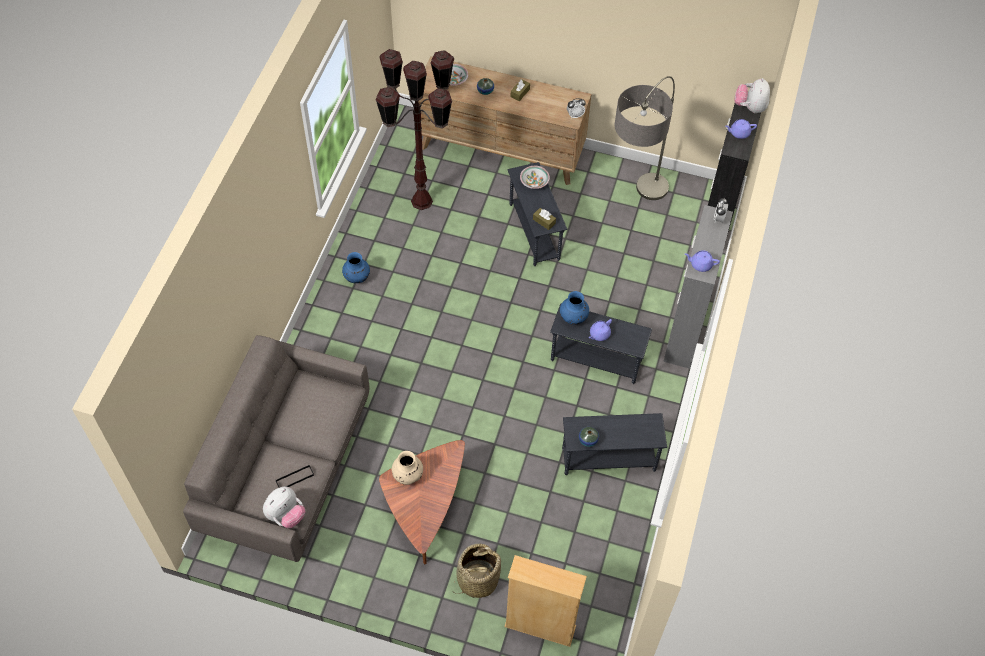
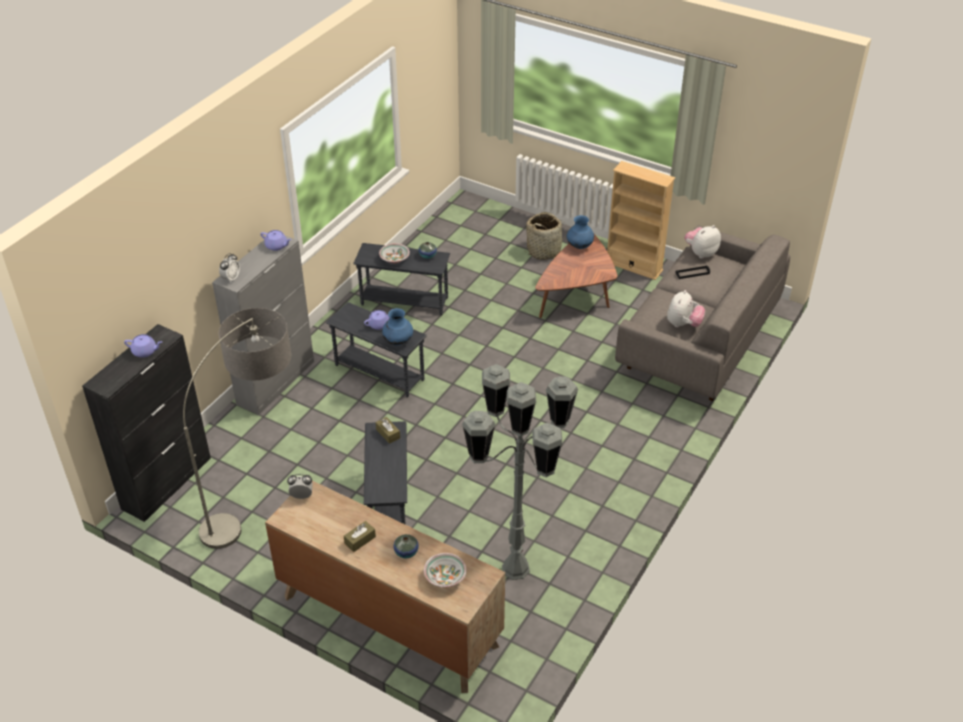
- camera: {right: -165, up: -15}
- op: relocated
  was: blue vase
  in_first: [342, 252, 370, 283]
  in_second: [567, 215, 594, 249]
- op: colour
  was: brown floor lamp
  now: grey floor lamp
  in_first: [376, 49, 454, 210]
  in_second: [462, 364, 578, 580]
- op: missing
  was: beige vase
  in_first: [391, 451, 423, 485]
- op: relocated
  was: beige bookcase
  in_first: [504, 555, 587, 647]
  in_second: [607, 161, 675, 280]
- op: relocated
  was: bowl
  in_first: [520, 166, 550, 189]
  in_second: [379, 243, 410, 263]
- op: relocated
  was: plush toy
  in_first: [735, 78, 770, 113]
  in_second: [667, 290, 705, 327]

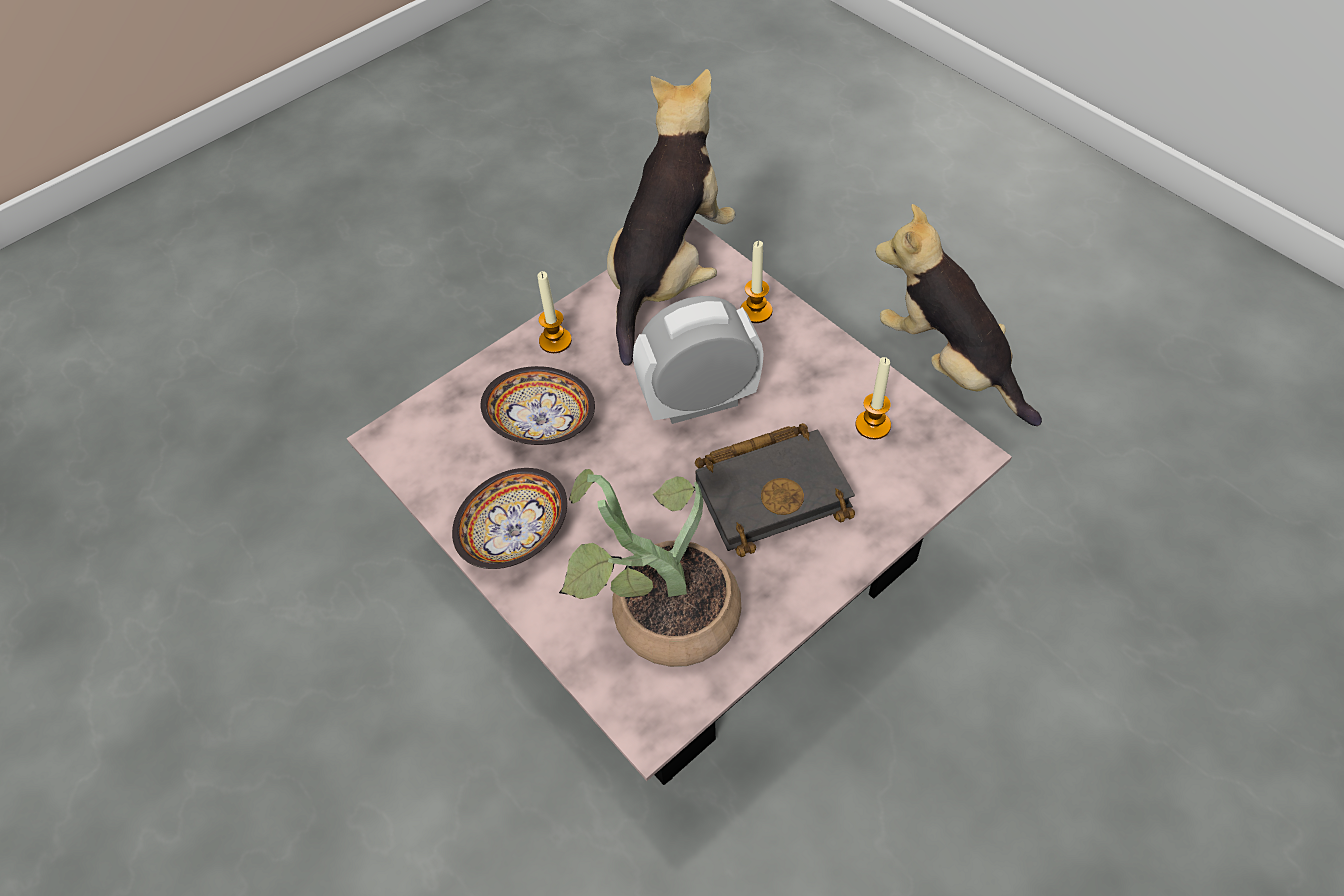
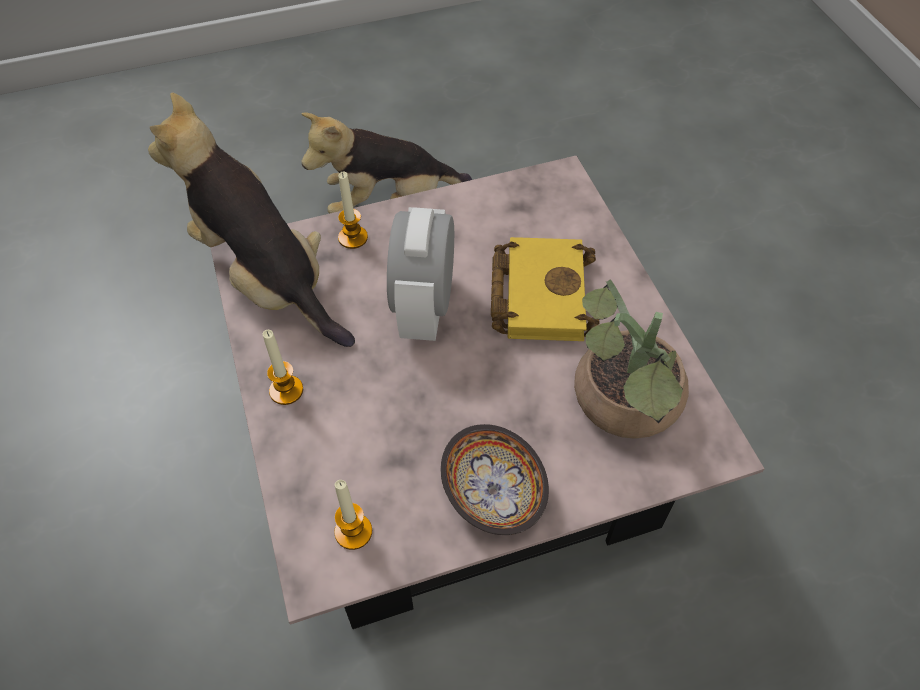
- camera: {right: -70, up: 0}
- op: missing
  was: bowl
  in_first: [481, 366, 595, 445]
- op: colour
  was: black book
  now: yellow book
  in_first: [695, 423, 855, 557]
  in_second: [491, 237, 600, 341]
- op: relocated
  was: candle
  in_first: [855, 357, 891, 440]
  in_second: [334, 480, 372, 550]

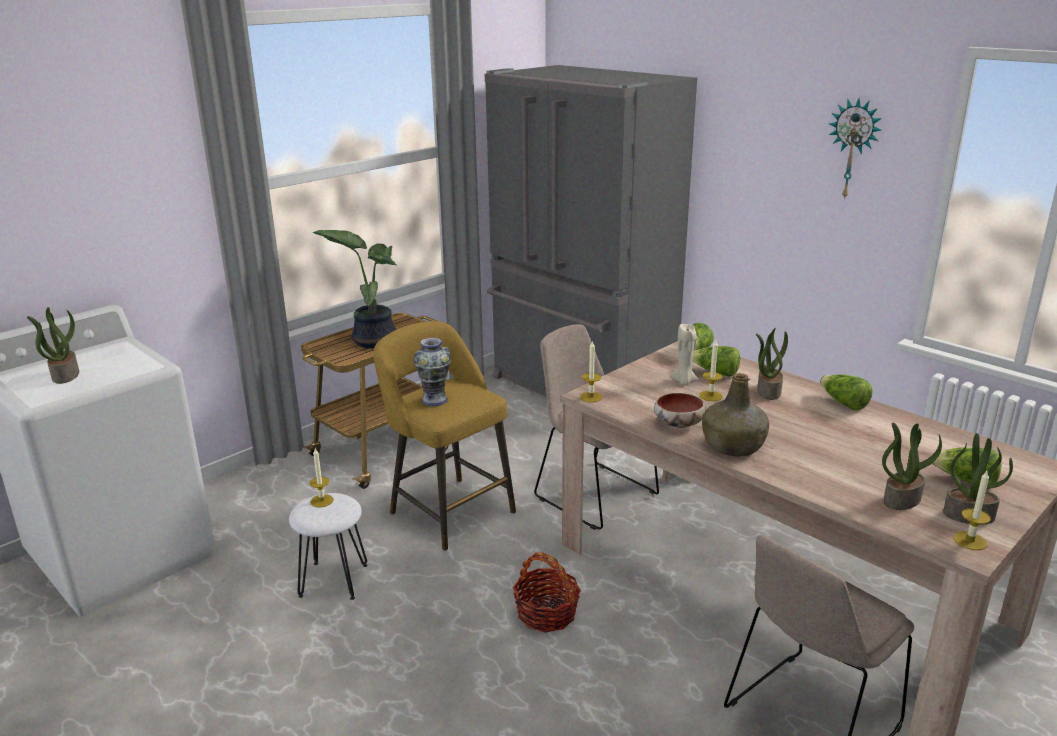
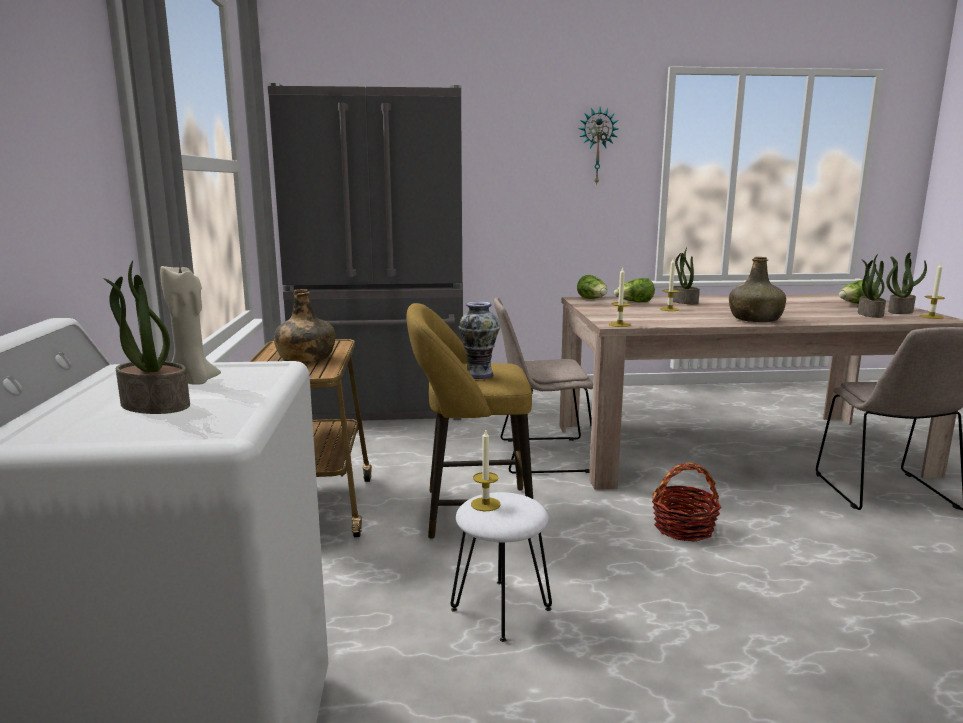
- camera: {right: -50, up: -10}
- op: exchanged
  was: potted plant
  now: green bottle
  in_first: [312, 230, 396, 348]
  in_second: [274, 289, 335, 363]
- op: missing
  was: bowl
  in_first: [654, 393, 706, 428]
- op: relocated
  was: beige candle
  in_first: [670, 324, 699, 385]
  in_second: [160, 262, 221, 385]
- op: missing
  was: lettuce
  in_first: [820, 374, 873, 410]

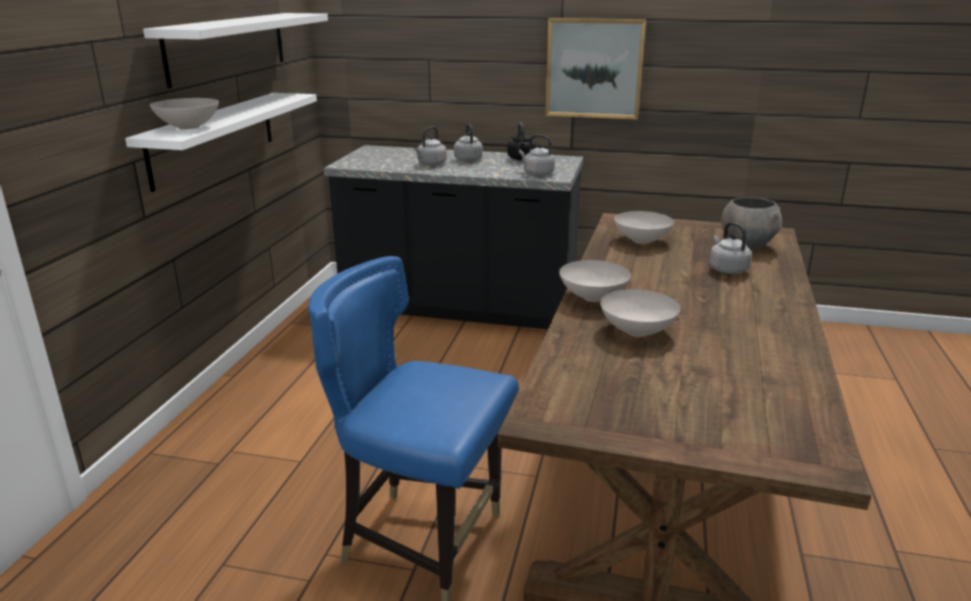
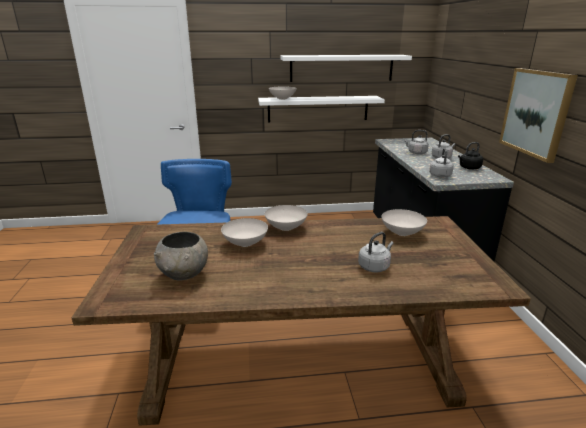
- camera: {right: 70, up: 0}
- op: relocated
  was: grey bowl
  in_first: [721, 197, 783, 250]
  in_second: [154, 232, 208, 281]

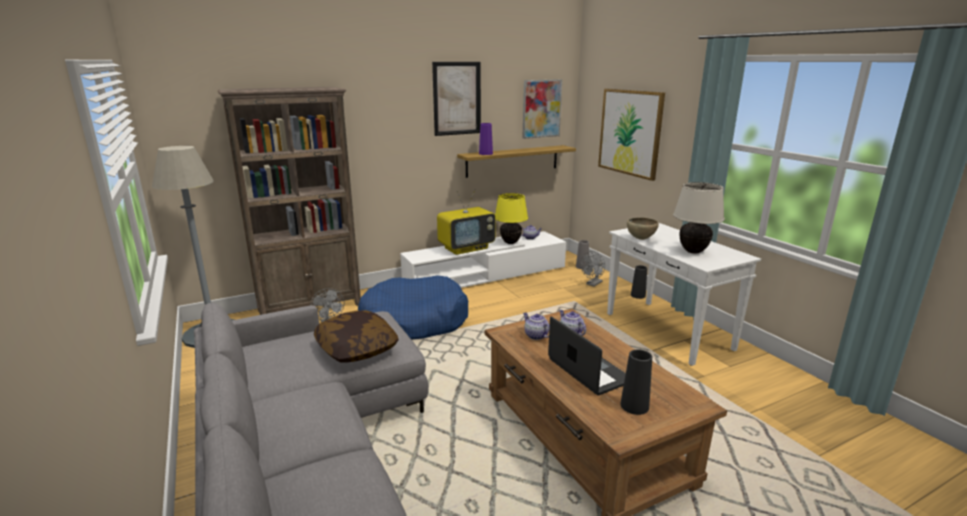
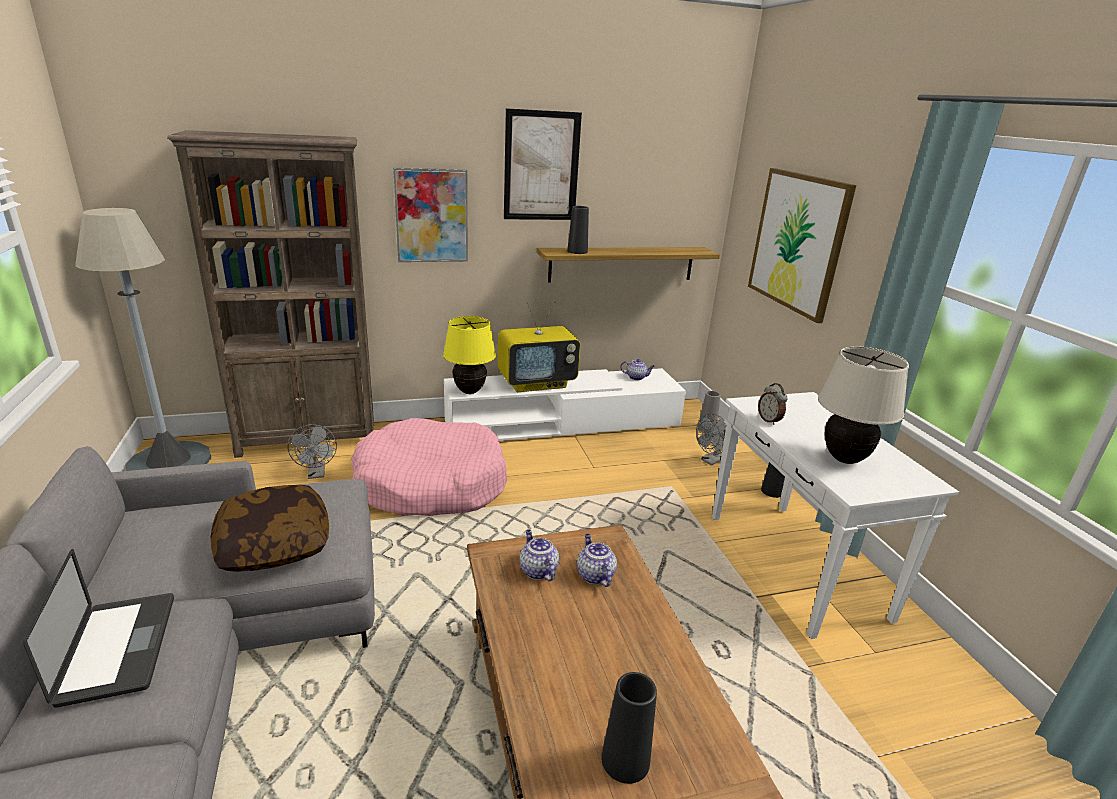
- camera: {right: 10, up: 5}
- op: colour
  was: blue dog bed
  now: pink dog bed
  in_first: [358, 275, 468, 340]
  in_second: [351, 418, 507, 516]
- op: colour
  was: purple vase
  now: black vase
  in_first: [479, 123, 493, 155]
  in_second: [567, 206, 589, 254]
- op: relocated
  was: yellow table lamp
  in_first: [495, 193, 528, 244]
  in_second: [443, 316, 496, 394]
- op: relocated
  was: picture
  in_first: [522, 79, 562, 139]
  in_second: [393, 168, 468, 262]
- op: relocated
  was: laptop
  in_first: [548, 316, 626, 395]
  in_second: [23, 549, 174, 708]
- op: exchanged
  was: brown bowl
  now: alarm clock
  in_first: [627, 217, 659, 240]
  in_second: [758, 383, 788, 425]

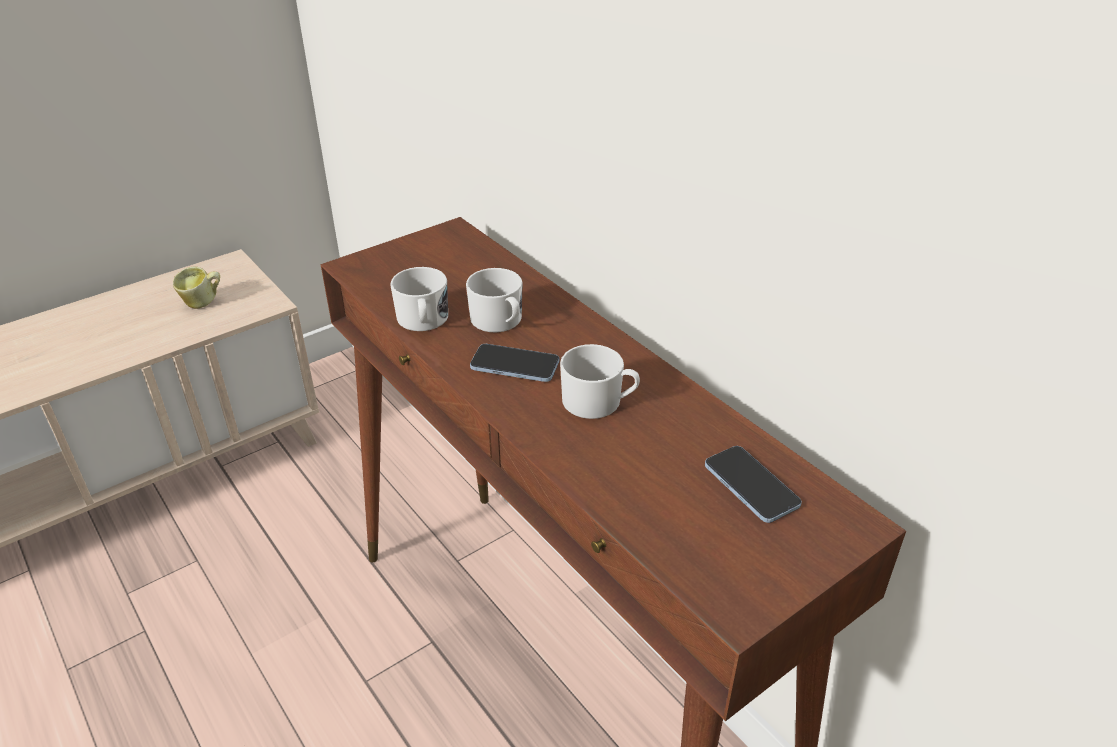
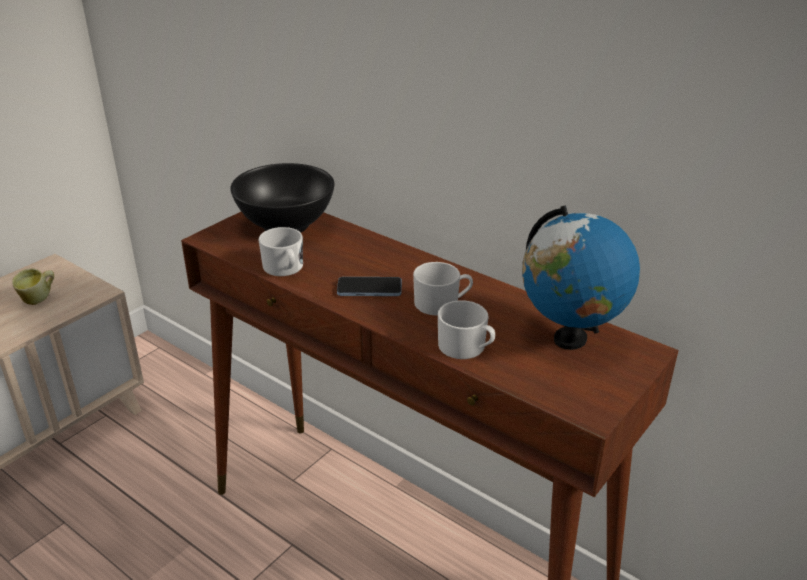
- camera: {right: -15, up: -5}
- op: relocated
  was: white mug
  in_first: [466, 268, 523, 332]
  in_second: [438, 300, 495, 359]
- op: exchanged
  was: phone
  now: globe
  in_first: [705, 446, 802, 523]
  in_second: [522, 206, 640, 350]
- op: appeared
  now: black bowl
  in_second: [230, 163, 334, 233]

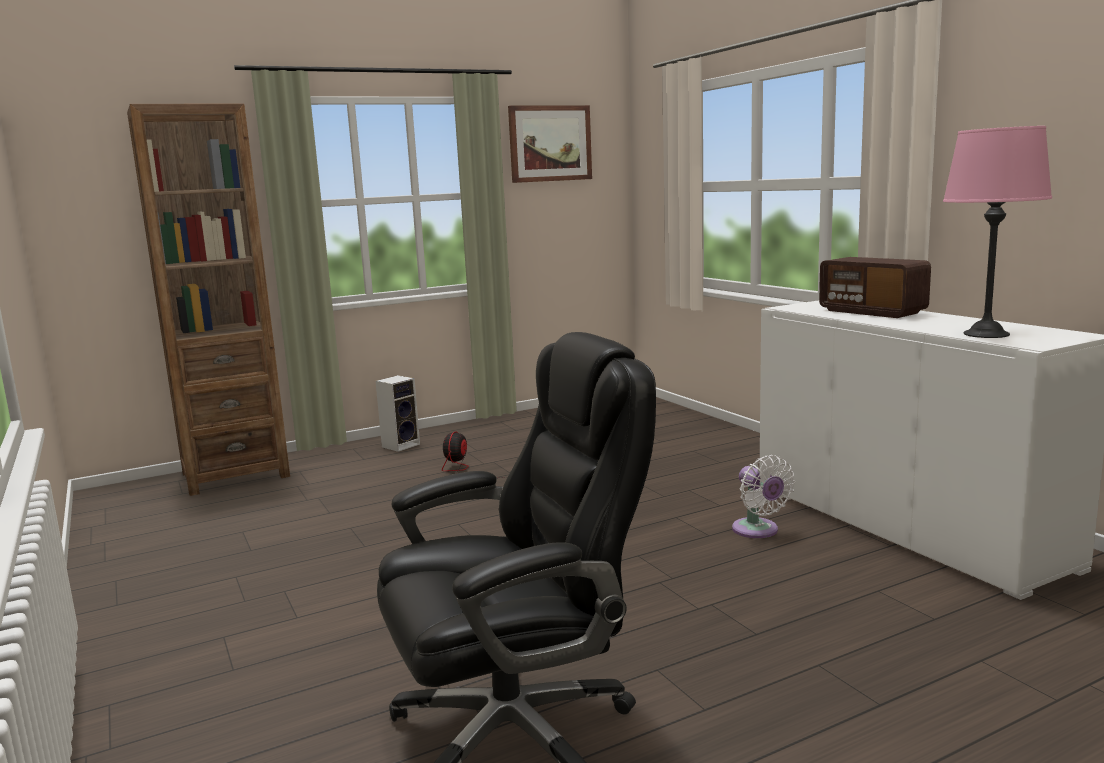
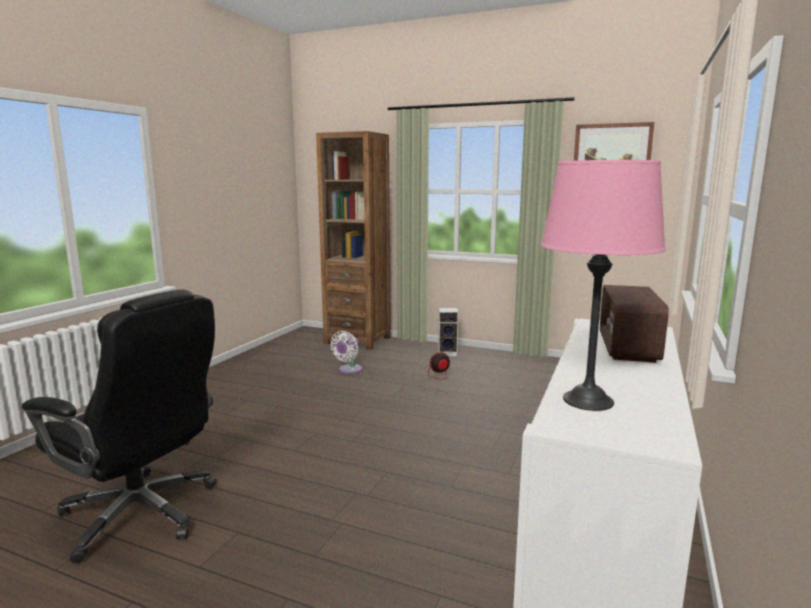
- camera: {right: 50, up: 0}
- op: relocated
  was: white fan
  in_first: [732, 455, 795, 538]
  in_second: [330, 331, 362, 374]

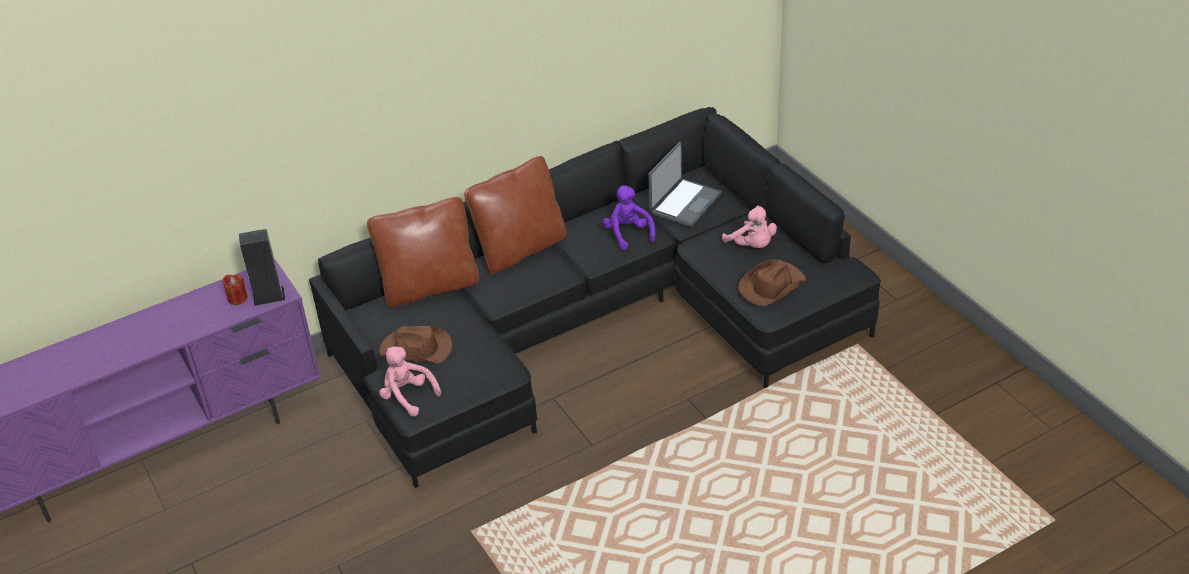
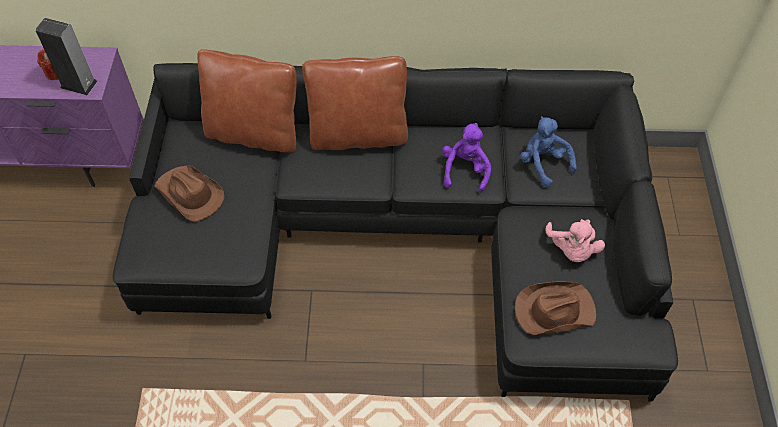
- camera: {right: 30, up: 15}
- op: missing
  was: pink plush toy
  in_first: [379, 346, 441, 416]
- op: exchanged
  was: laptop
  now: blue plush toy
  in_first: [649, 142, 721, 227]
  in_second: [520, 116, 577, 187]

